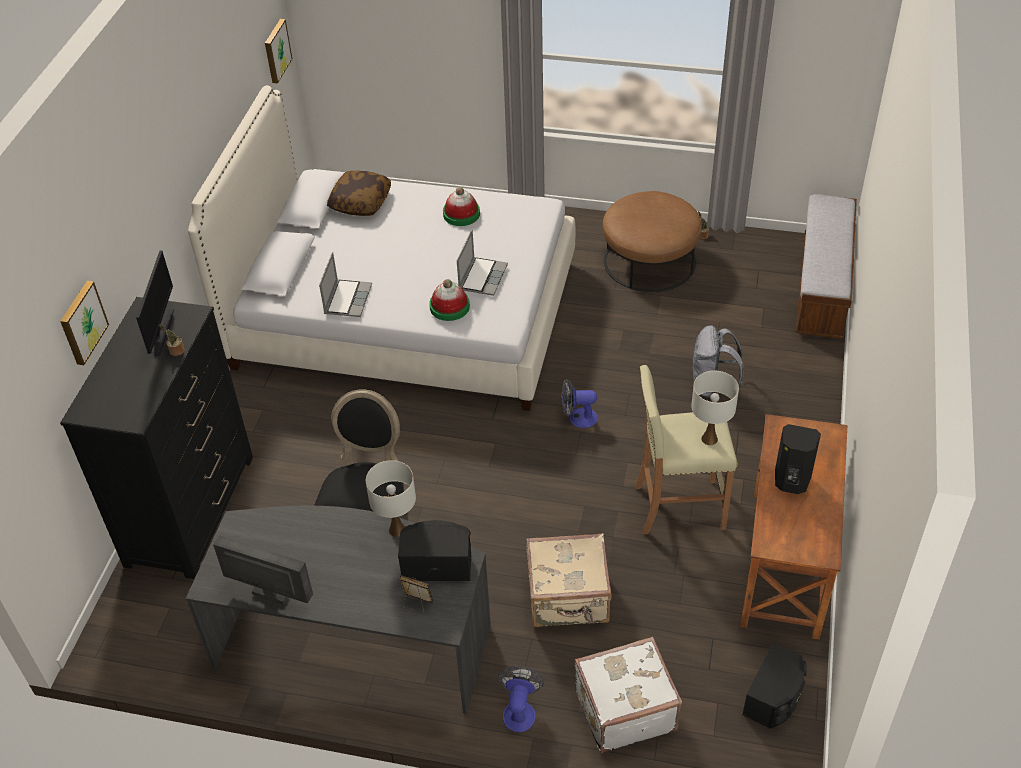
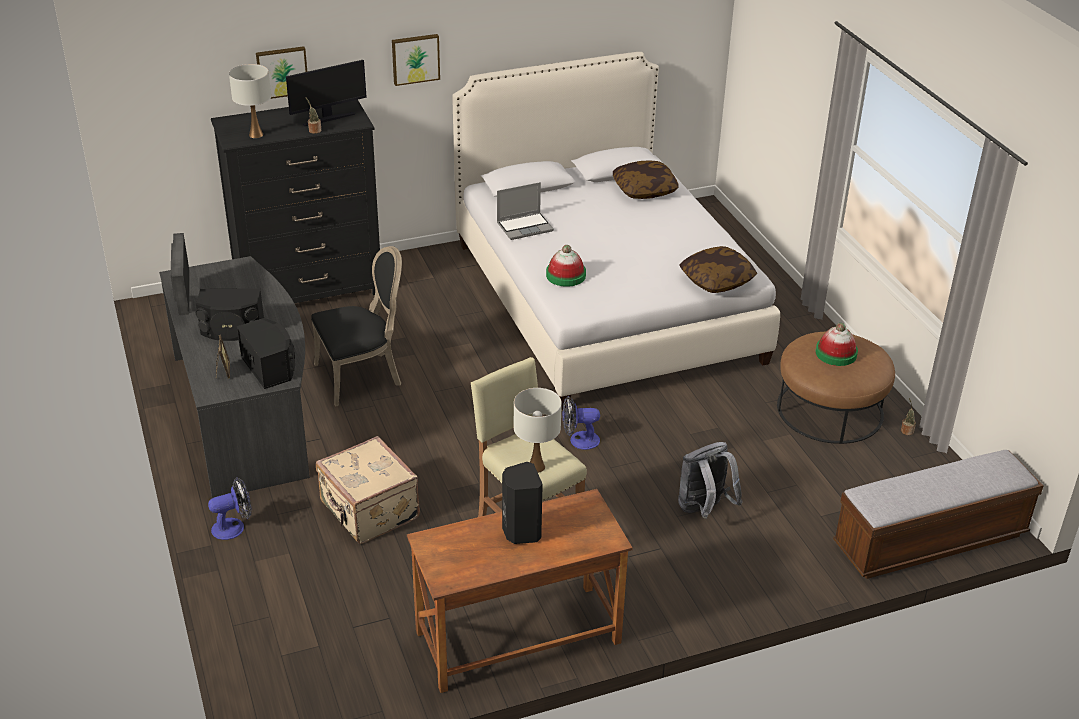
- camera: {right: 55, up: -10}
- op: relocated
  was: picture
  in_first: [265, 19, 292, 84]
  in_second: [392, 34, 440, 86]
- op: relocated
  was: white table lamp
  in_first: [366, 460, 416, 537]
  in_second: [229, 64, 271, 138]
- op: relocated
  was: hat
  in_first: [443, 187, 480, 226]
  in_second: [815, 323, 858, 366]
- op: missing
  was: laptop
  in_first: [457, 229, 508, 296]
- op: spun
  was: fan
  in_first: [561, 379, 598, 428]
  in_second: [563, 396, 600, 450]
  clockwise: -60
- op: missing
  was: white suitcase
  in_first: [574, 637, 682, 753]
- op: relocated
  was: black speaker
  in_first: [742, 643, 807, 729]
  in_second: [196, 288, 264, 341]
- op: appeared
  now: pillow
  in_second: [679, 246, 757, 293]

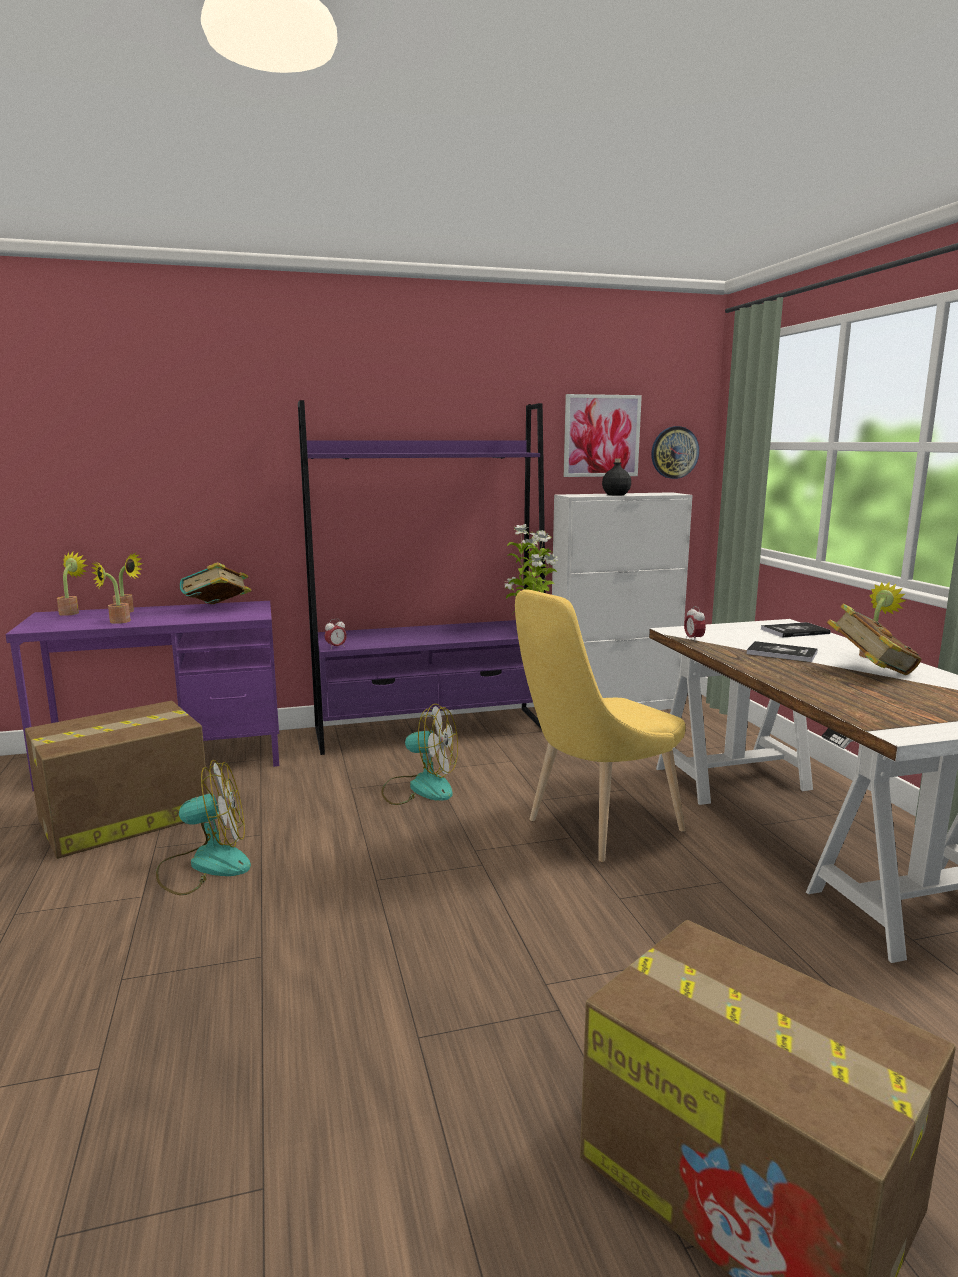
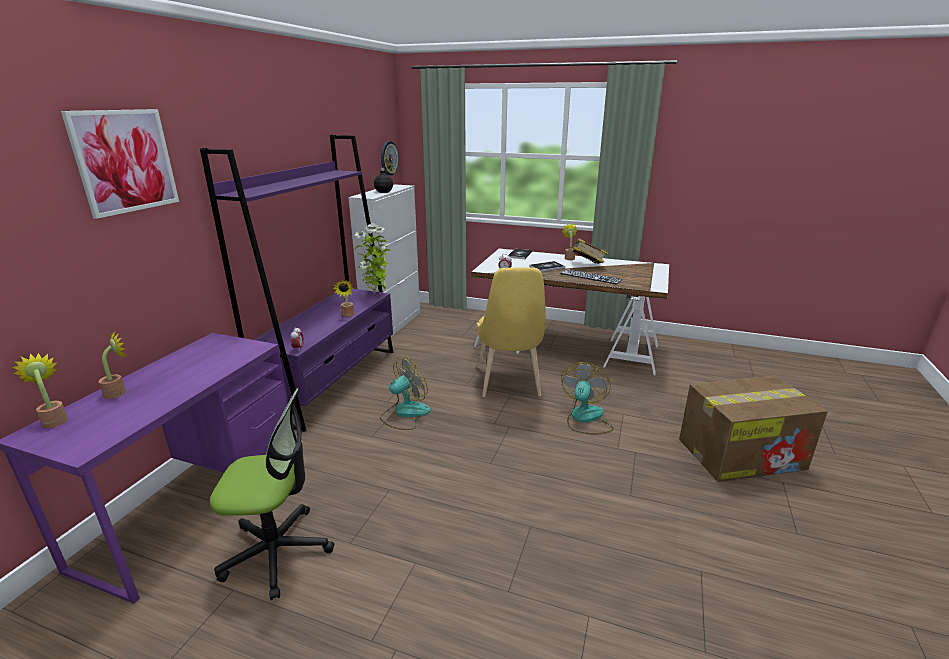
- camera: {right: -55, up: 10}
- op: exchanged
  was: cardboard box
  now: office chair
  in_first: [25, 701, 208, 859]
  in_second: [210, 388, 334, 600]
- op: relocated
  was: potted plant
  in_first: [91, 560, 131, 624]
  in_second: [333, 280, 354, 317]
- op: relocated
  was: fan
  in_first: [156, 760, 251, 895]
  in_second: [561, 362, 614, 435]
- op: missing
  was: book
  in_first: [180, 562, 251, 604]
- op: relocated
  was: picture
  in_first: [564, 394, 642, 477]
  in_second: [61, 109, 179, 219]
- op: appeared
  now: keyboard
  in_second: [560, 269, 622, 284]

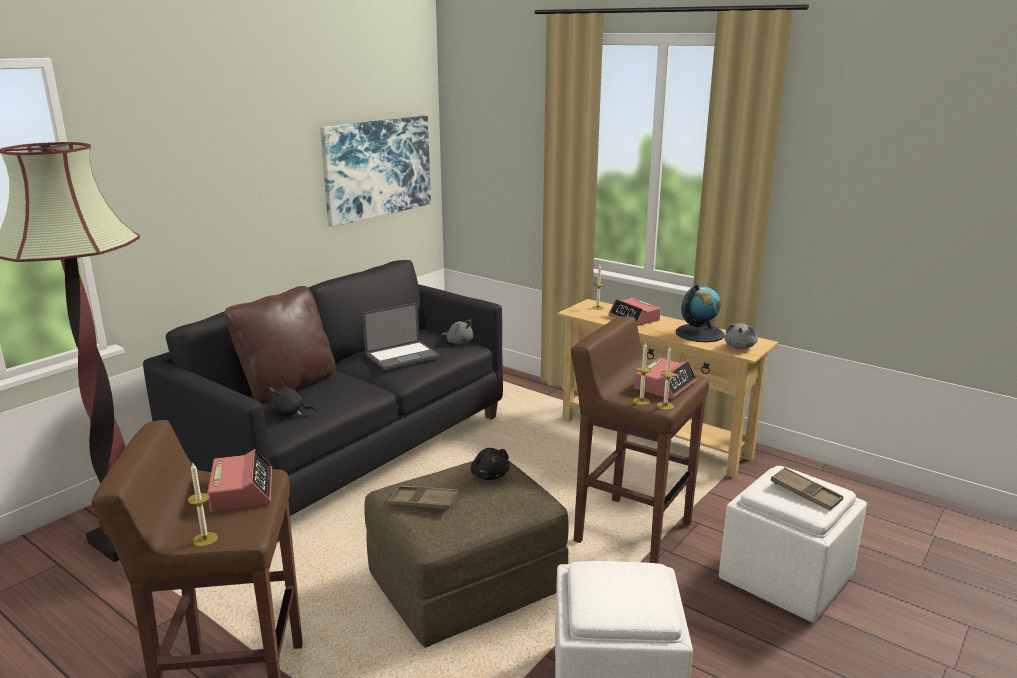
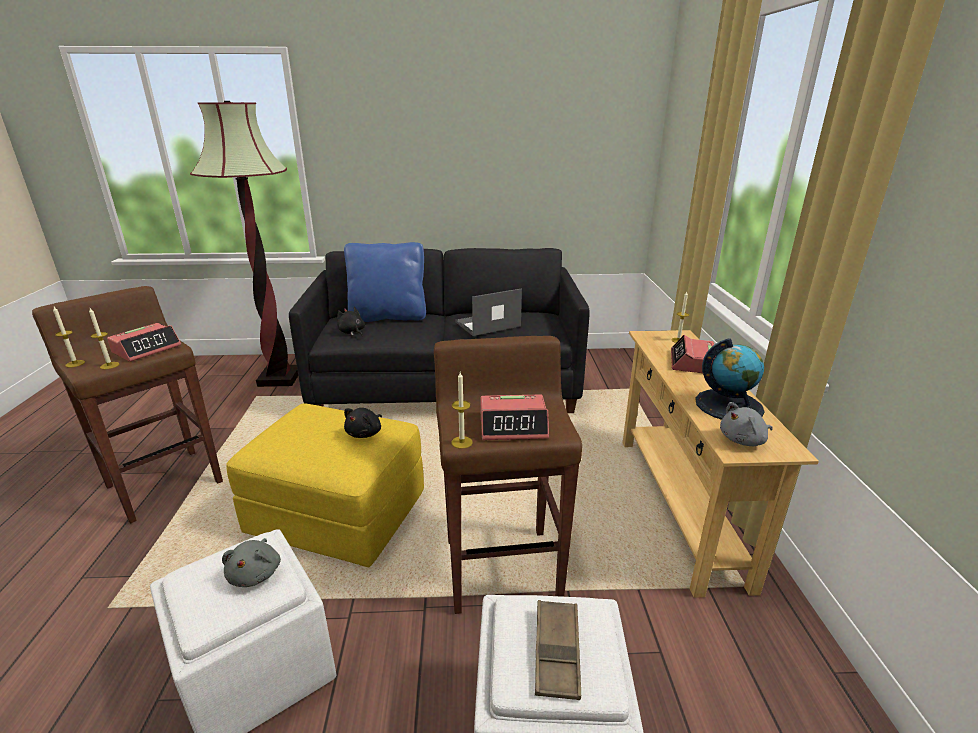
- camera: {right: 50, up: 5}
- op: colour
  was: brown pillow
  now: blue pillow
  in_first: [224, 286, 335, 405]
  in_second: [344, 242, 426, 322]
- op: missing
  was: picture
  in_first: [320, 116, 431, 227]
- op: spun
  was: laptop
  in_first: [363, 302, 440, 370]
  in_second: [455, 288, 522, 336]
  clockwise: 135
- op: colour
  was: brown ottoman
  now: yellow ottoman
  in_first: [364, 460, 569, 648]
  in_second: [227, 403, 424, 567]
- op: missing
  was: brown tray
  in_first: [387, 485, 459, 510]
- op: relocated
  was: grey plush toy
  in_first: [441, 320, 474, 344]
  in_second: [222, 538, 281, 587]
- op: relocated
  was: candle
  in_first: [633, 342, 651, 405]
  in_second: [89, 308, 119, 369]

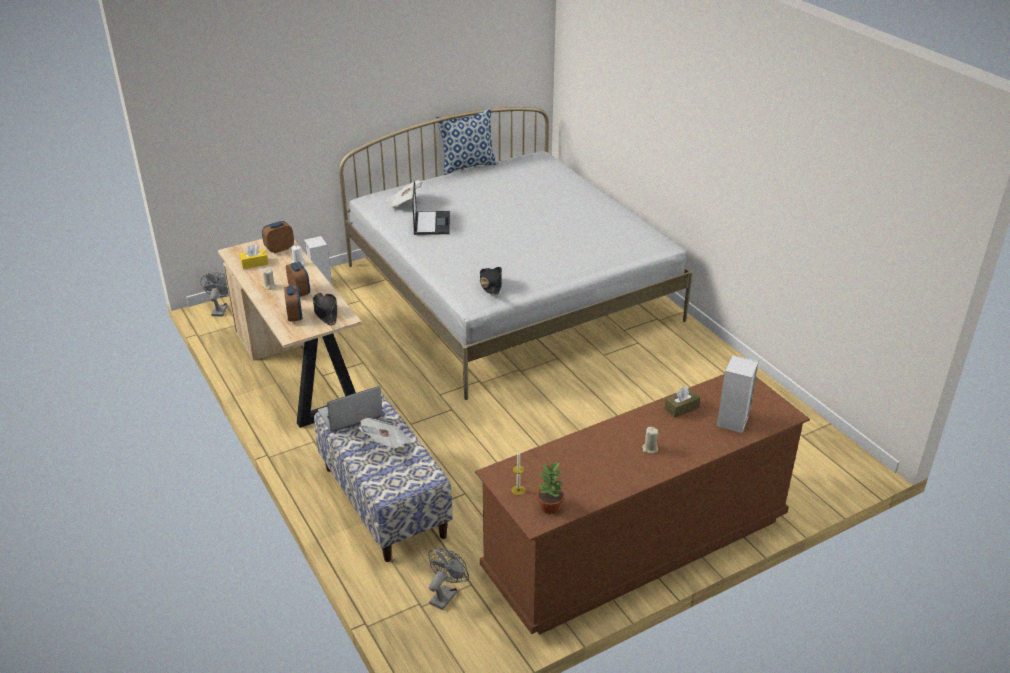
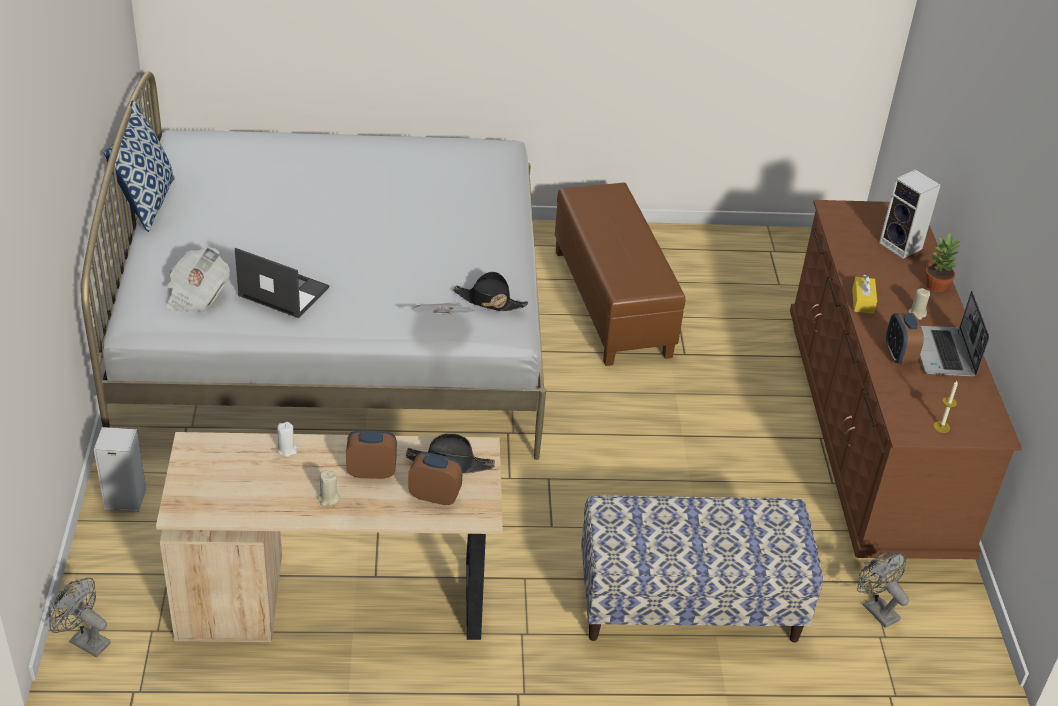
- camera: {right: -65, up: 5}
- op: relocated
  was: yellow tissue box
  in_first: [240, 244, 268, 269]
  in_second: [852, 275, 877, 314]
- op: relocated
  was: alarm clock
  in_first: [262, 221, 294, 253]
  in_second: [886, 313, 924, 364]
- op: relocated
  was: laptop
  in_first: [318, 386, 383, 432]
  in_second: [920, 291, 989, 377]
- op: relocated
  was: newspaper
  in_first: [358, 418, 414, 449]
  in_second: [411, 302, 475, 315]
- op: relocated
  was: potted plant
  in_first: [537, 463, 565, 514]
  in_second: [925, 233, 961, 292]
- op: missing
  was: brown tissue box
  in_first: [665, 387, 700, 418]
- op: appeared
  now: brown ottoman
  in_second: [555, 183, 686, 366]

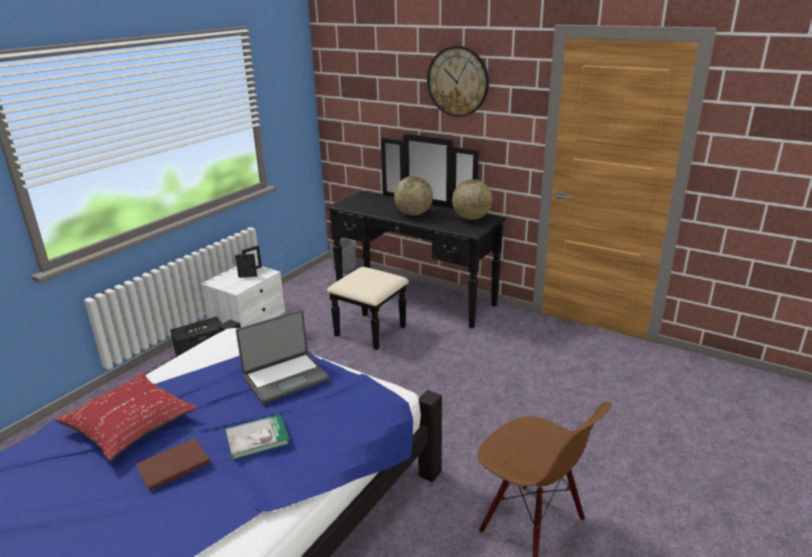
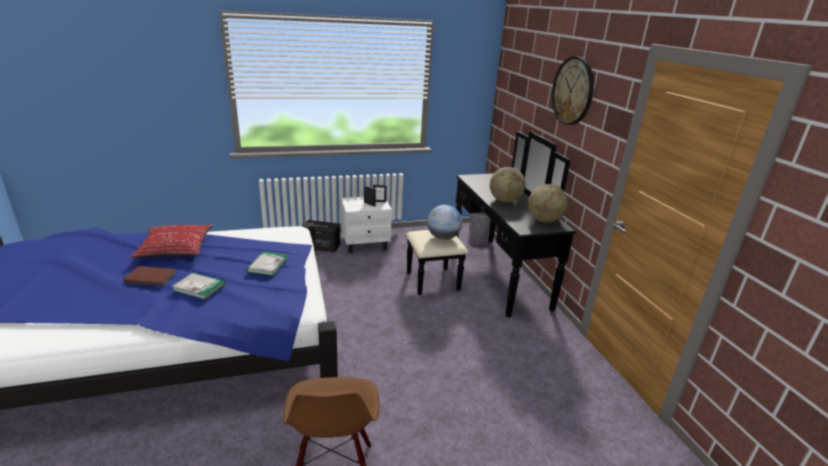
- camera: {right: 40, up: 0}
- op: exchanged
  was: laptop
  now: book
  in_first: [236, 310, 329, 404]
  in_second: [246, 251, 288, 276]
- op: appeared
  now: globe
  in_second: [427, 205, 462, 240]

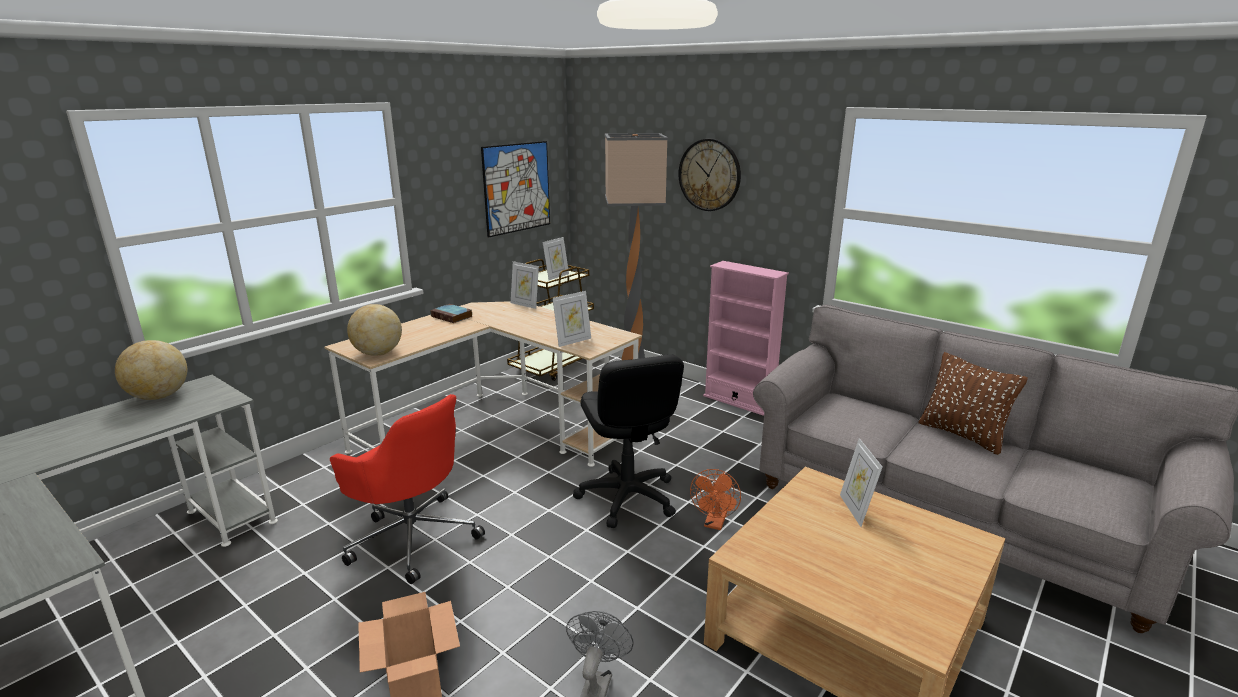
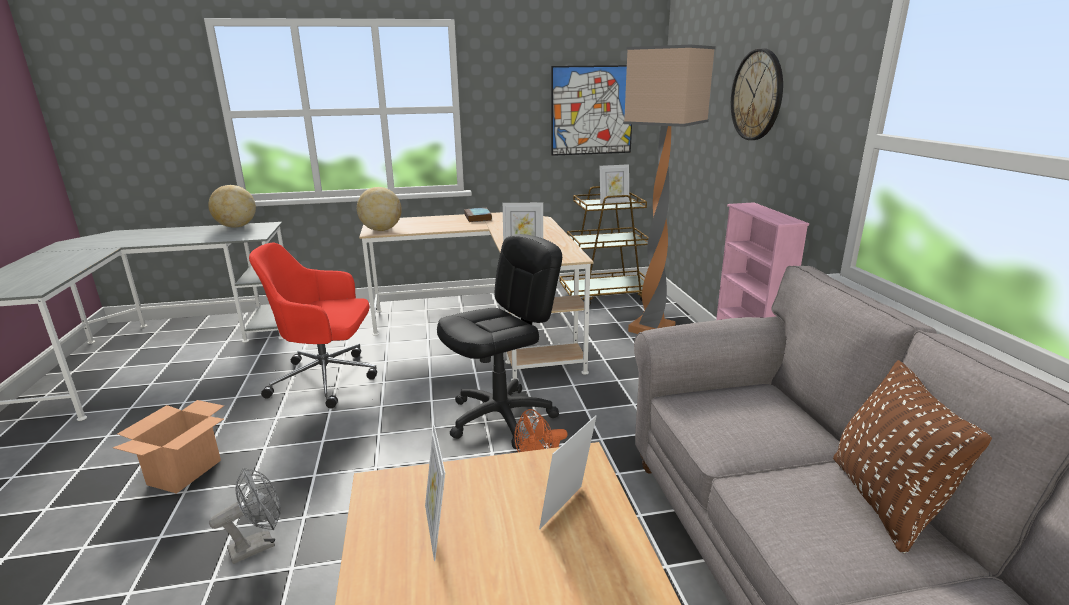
- camera: {right: 40, up: 0}
- op: spun
  was: red office chair
  in_first: [330, 394, 485, 584]
  in_second: [249, 242, 377, 408]
  clockwise: 105
- op: relocated
  was: picture frame
  in_first: [511, 261, 539, 309]
  in_second: [425, 425, 445, 561]
- op: spun
  was: black office chair
  in_first: [573, 354, 684, 528]
  in_second: [437, 234, 562, 449]
  clockwise: -150

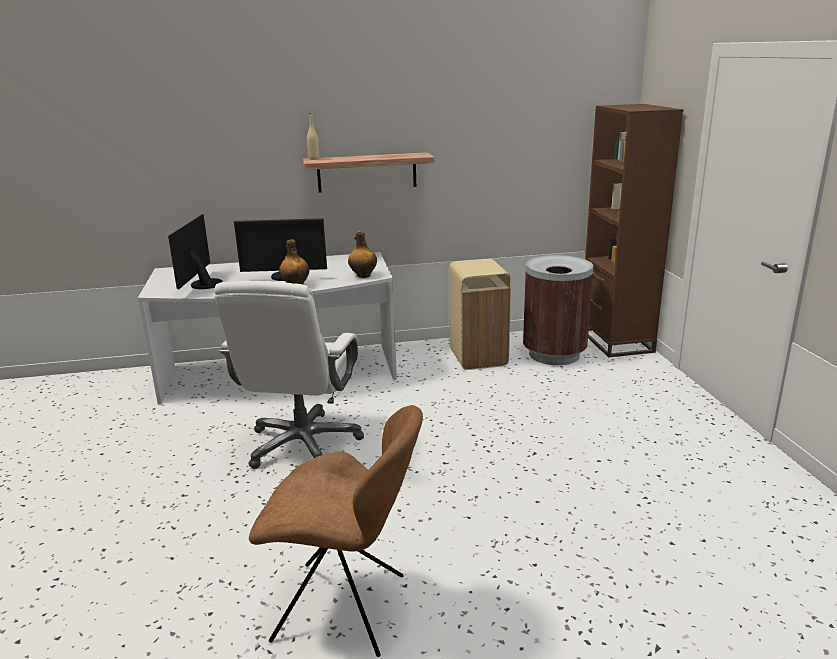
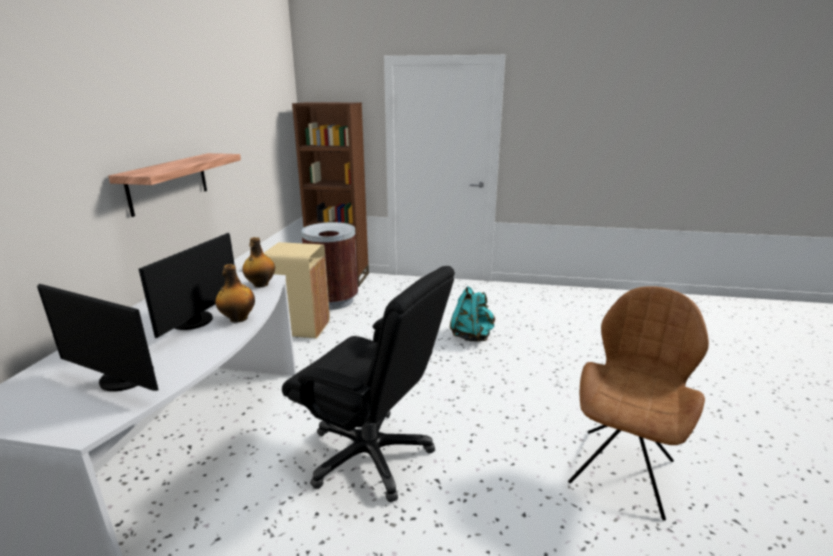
- camera: {right: -70, up: 0}
- op: colour
  was: white office chair
  now: black office chair
  in_first: [214, 281, 364, 469]
  in_second: [282, 266, 455, 502]
- op: missing
  was: beige bottle
  in_first: [307, 113, 319, 160]
- op: appeared
  now: turquoise backpack
  in_second: [450, 286, 495, 342]

